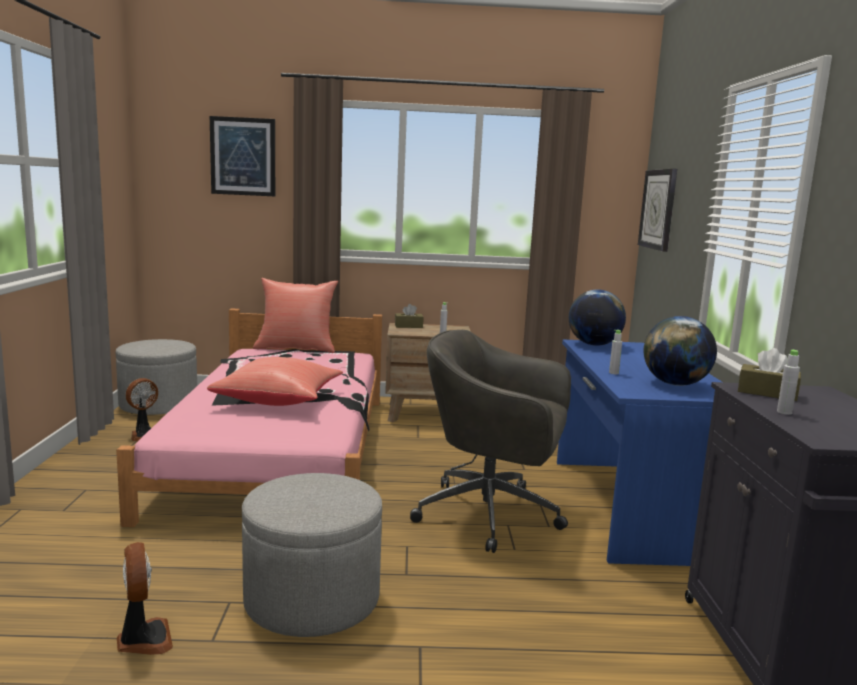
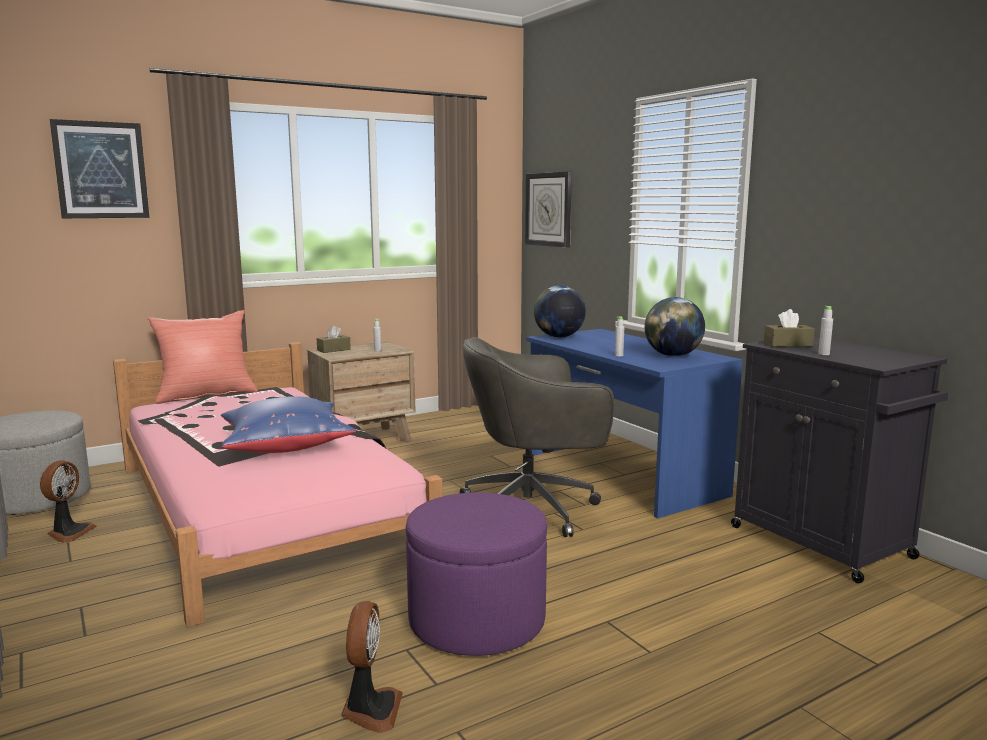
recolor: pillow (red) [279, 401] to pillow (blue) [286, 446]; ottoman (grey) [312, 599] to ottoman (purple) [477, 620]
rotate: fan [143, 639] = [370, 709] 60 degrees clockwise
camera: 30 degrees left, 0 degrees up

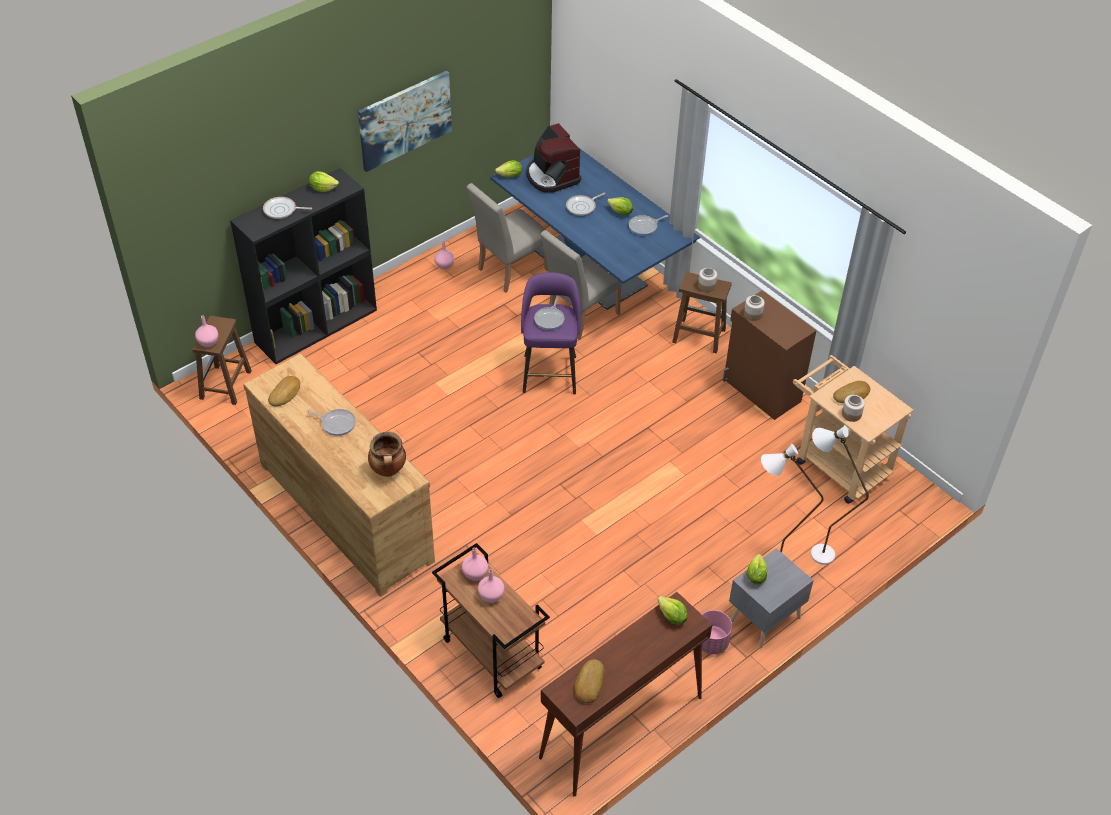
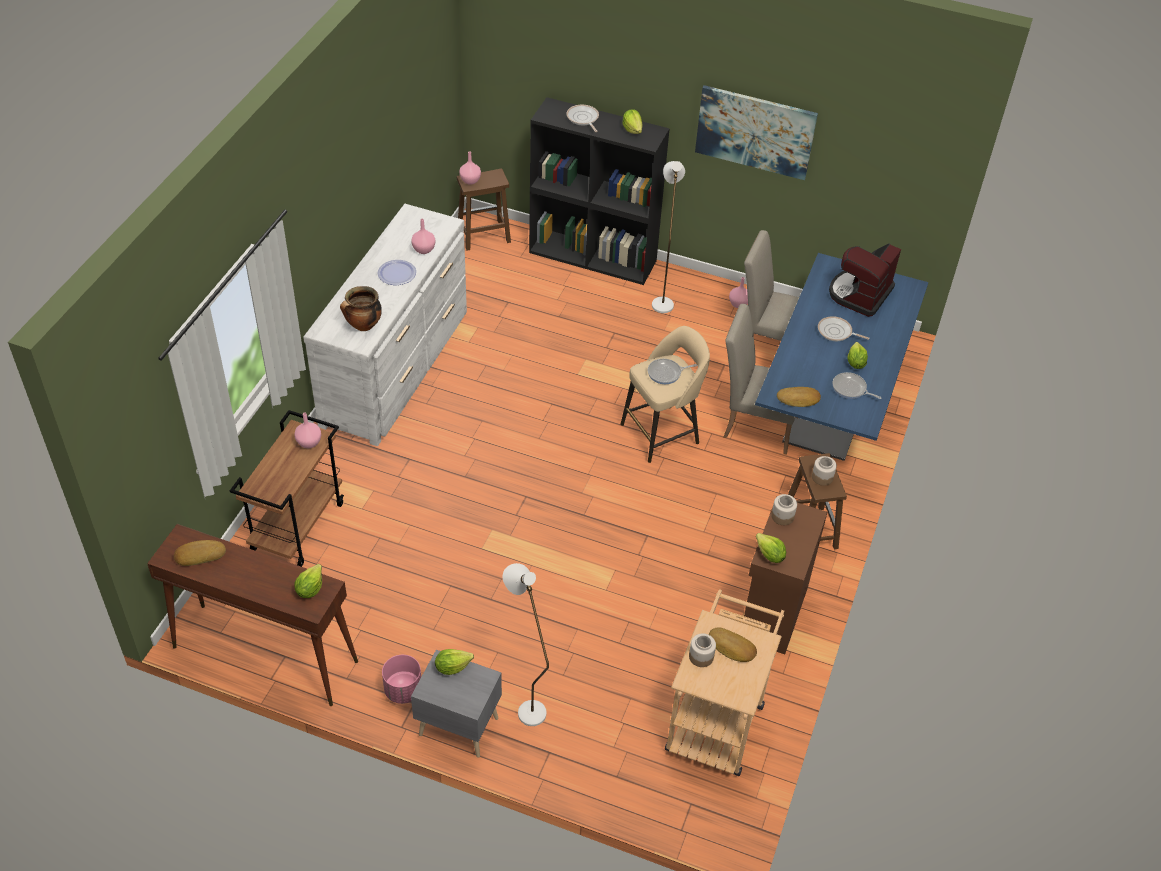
move: bread [285, 393] to [798, 399]; vase (pink) [491, 596] to [423, 250]; lettuce [510, 176] to [769, 555]; floor lamp (white) [813, 551] to [662, 300]
replace: frying pan [337, 423] to plate [397, 273]
recolor: dresser (brown) [346, 511] to dresser (white) [397, 366]; stool (purple) [550, 372] to stool (beige) [662, 433]
camera: 60 degrees right, 0 degrees up

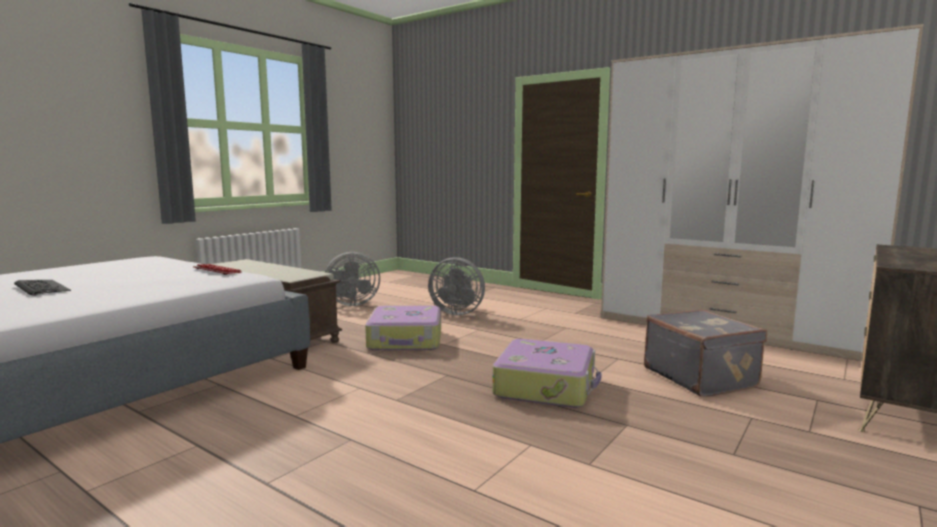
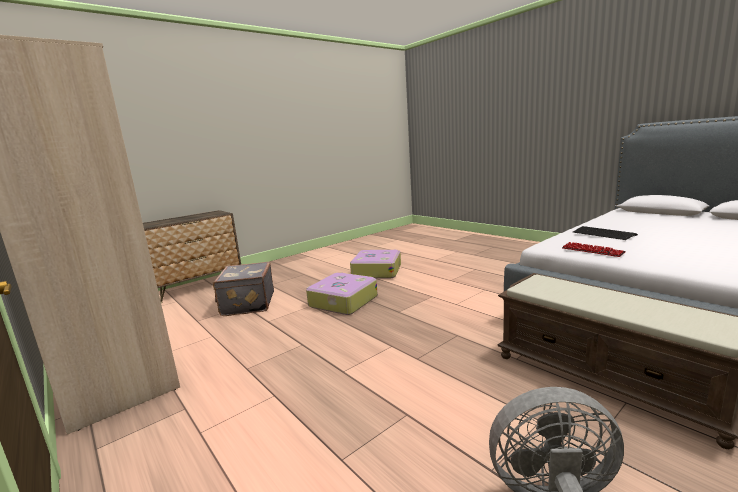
delete: fan (grey) [457, 312]
move: keyboard [41, 288] to [603, 234]; suitcase [406, 340] to [376, 271]
camera: 165 degrees left, 5 degrees up

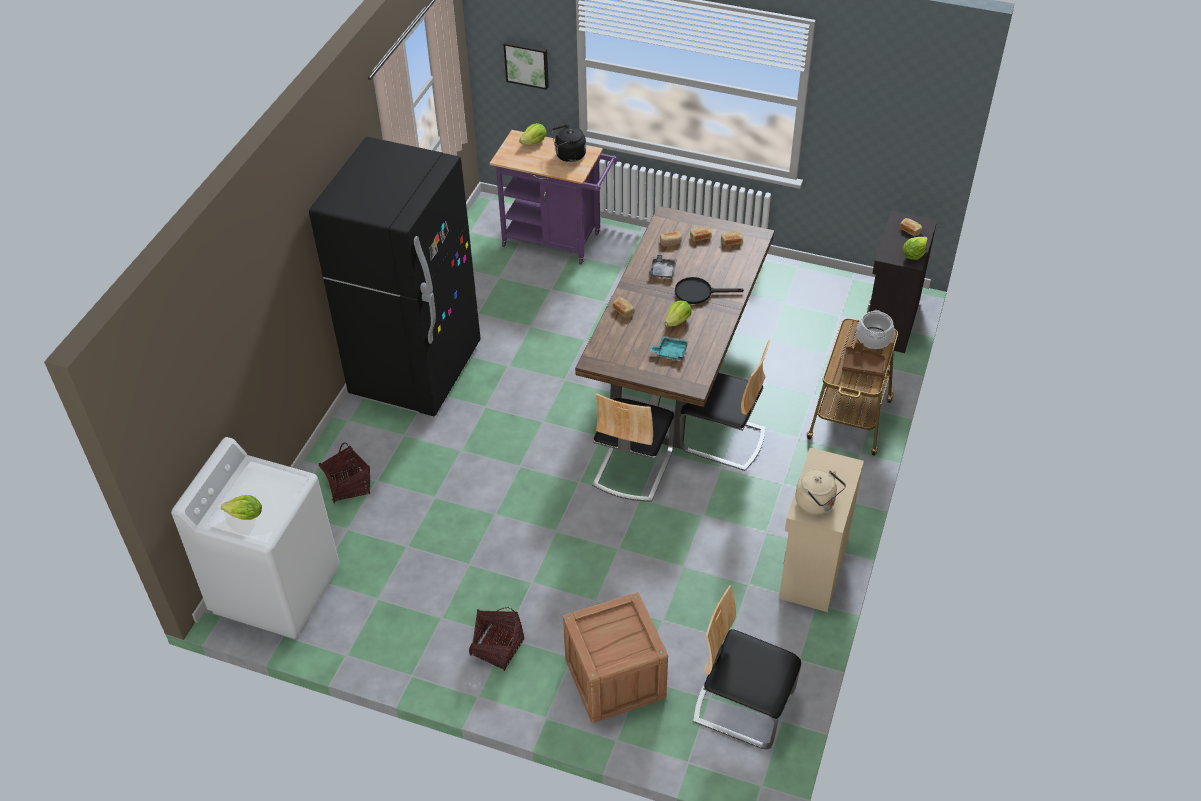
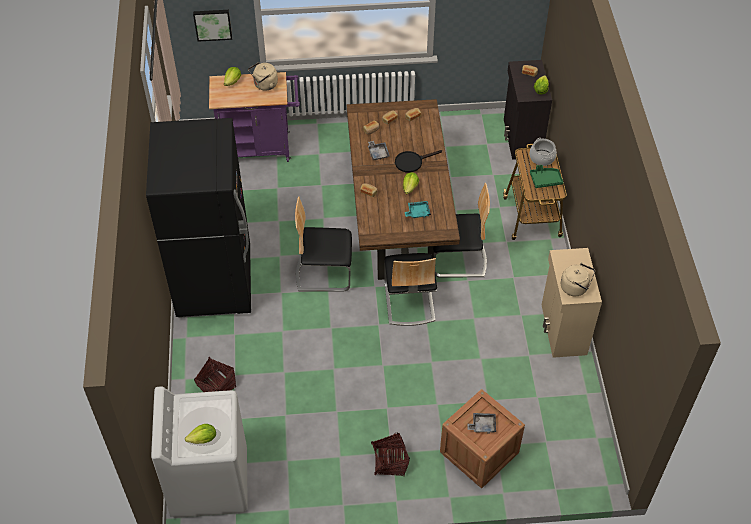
insert: tray (grey) [482, 425]
move: chair [743, 706] to [324, 273]
recolor: kettle (black) [568, 156] to kettle (beige) [264, 85]; tray (brown) [862, 366] to tray (green) [545, 180]
camera: 25 degrees left, 5 degrees up

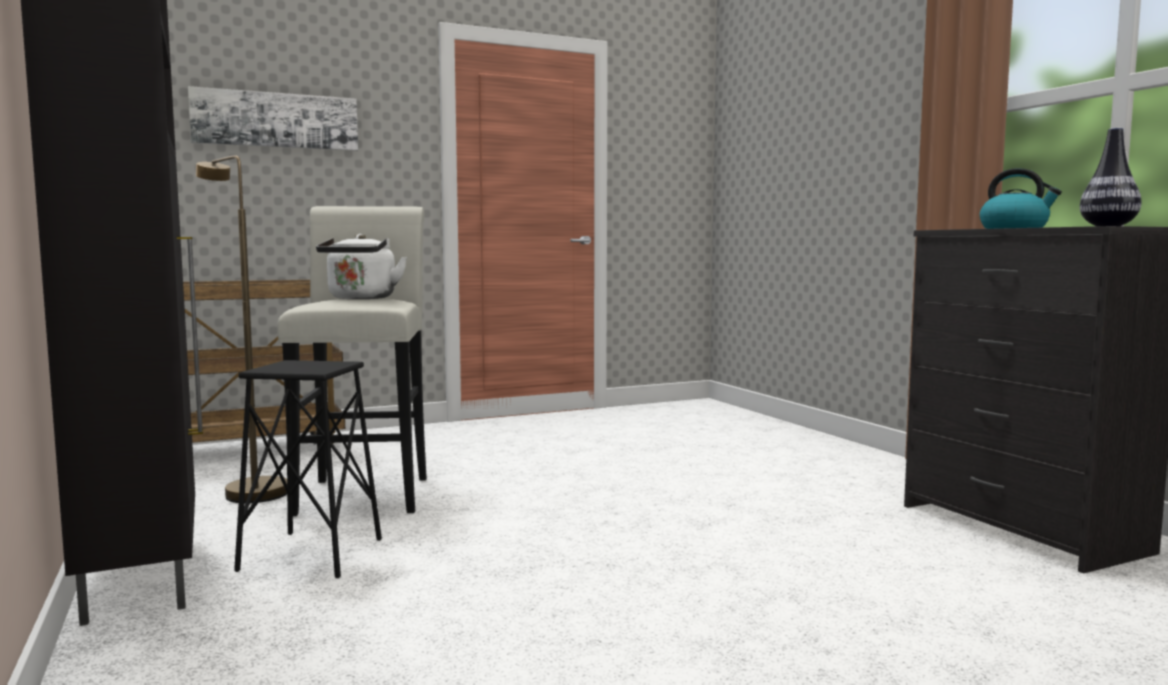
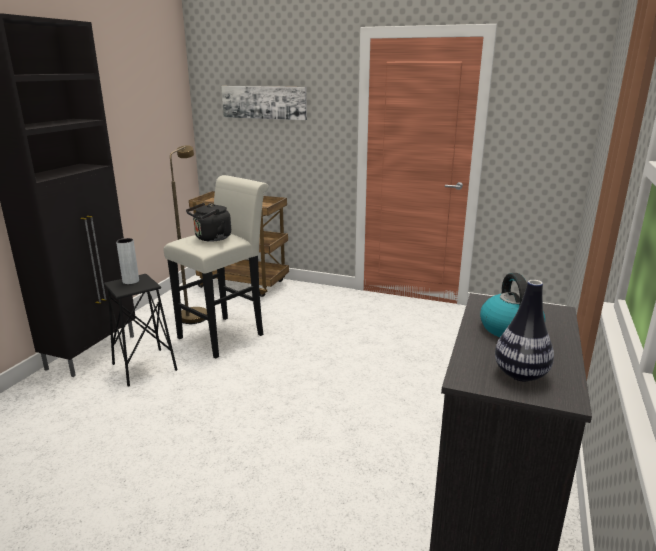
insert: vase (grey) [130, 281]
recolor: kettle (white) [361, 298] to kettle (black) [211, 238]
camera: 45 degrees right, 15 degrees up

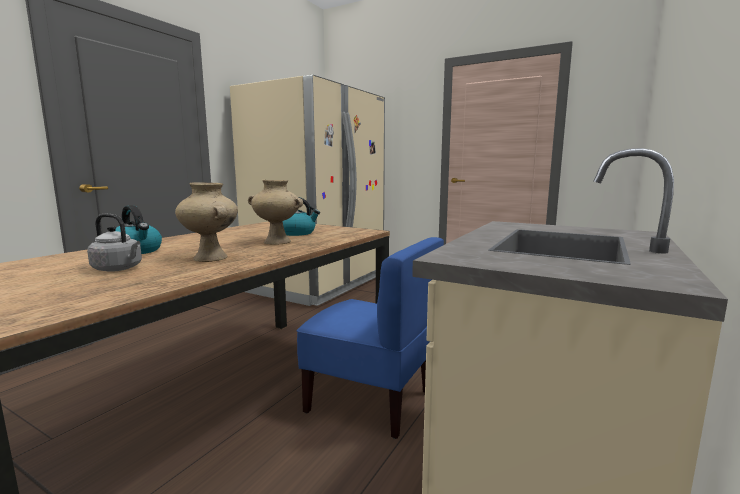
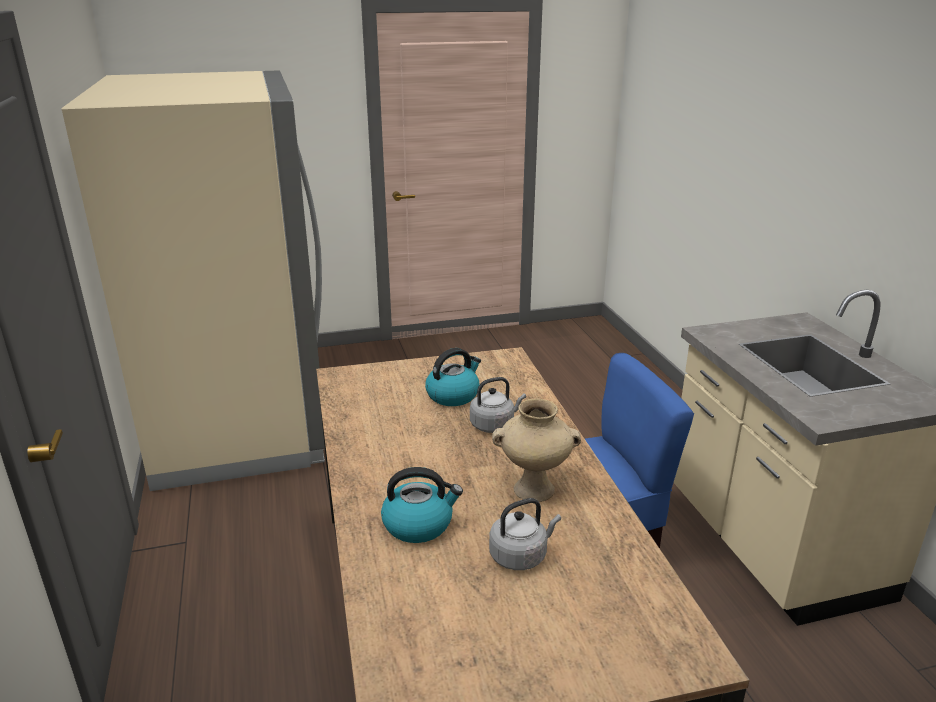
replace: vase (beige) [278, 242] to kettle (grey) [494, 425]
camera: 45 degrees left, 15 degrees up

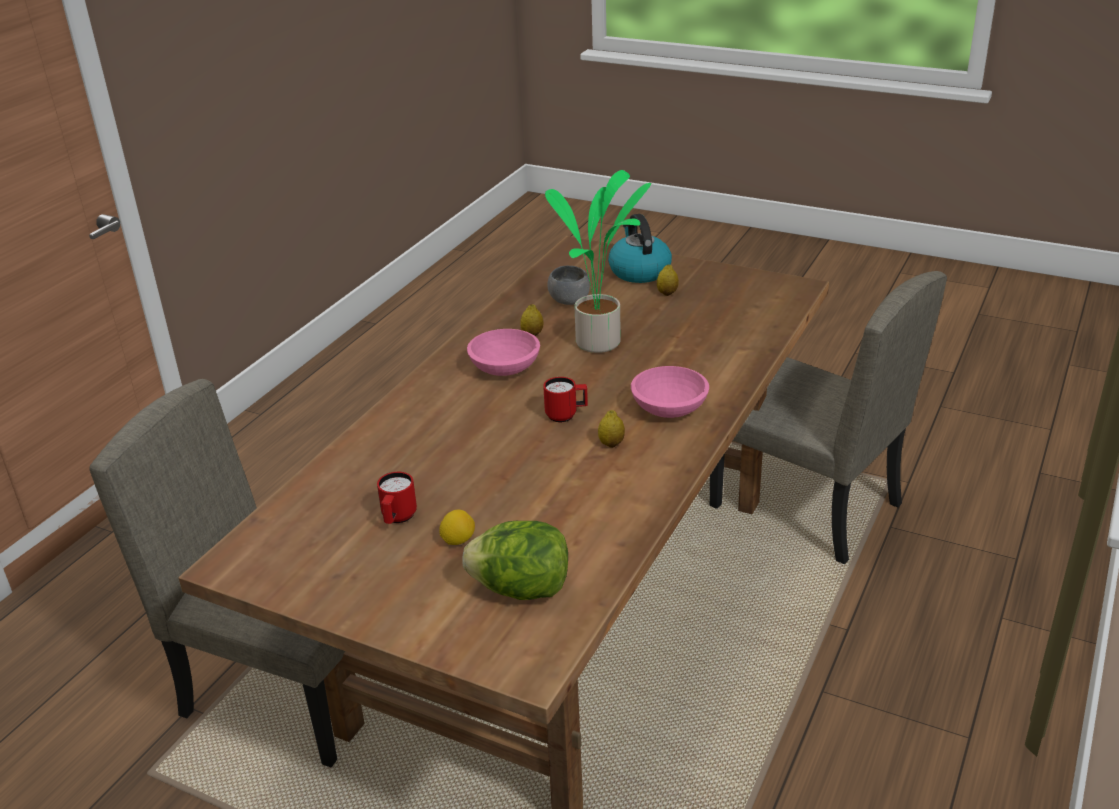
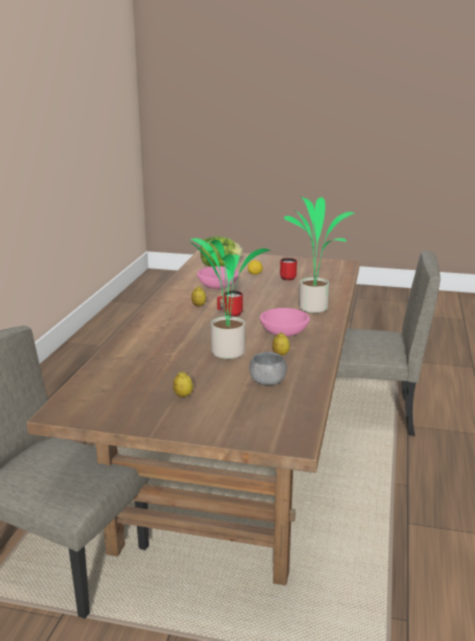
delete: kettle [639, 271]
insert: potted plant [314, 307]
move: bowl (pink) [670, 408] to [217, 287]
camera: 165 degrees right, 10 degrees down

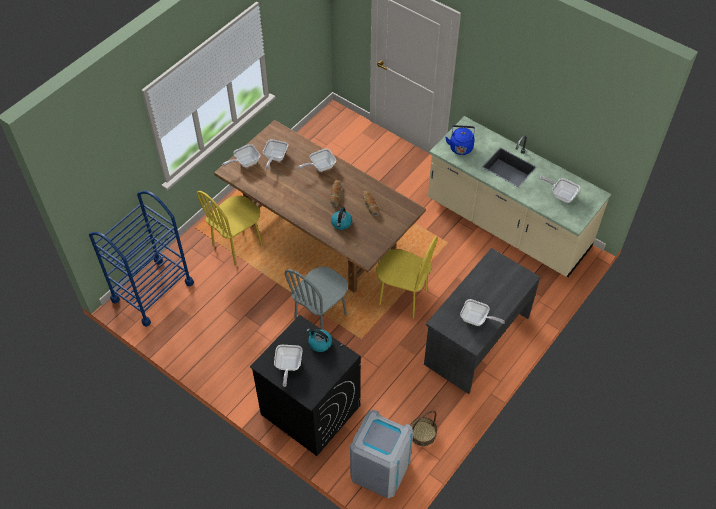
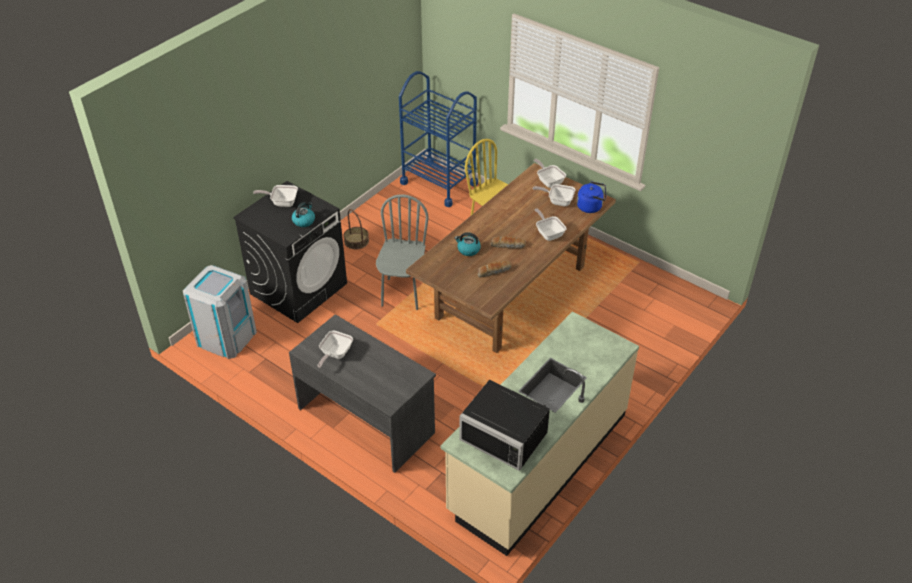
delete: chair (yellow) [403, 298]
move: basket [422, 433] to [356, 241]; kettle (blue) [460, 147] to [591, 207]
replace: frying pan [561, 195] to microwave (black) [507, 434]
rotate: chair (grey) [321, 318] = [403, 294] 60 degrees clockwise
camera: 90 degrees right, 10 degrees down

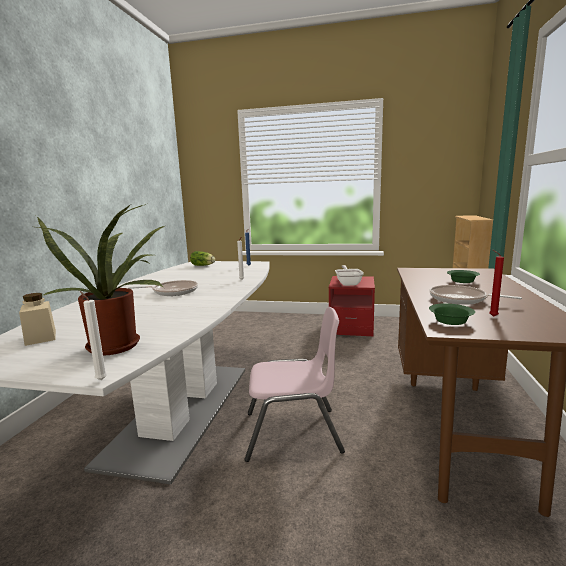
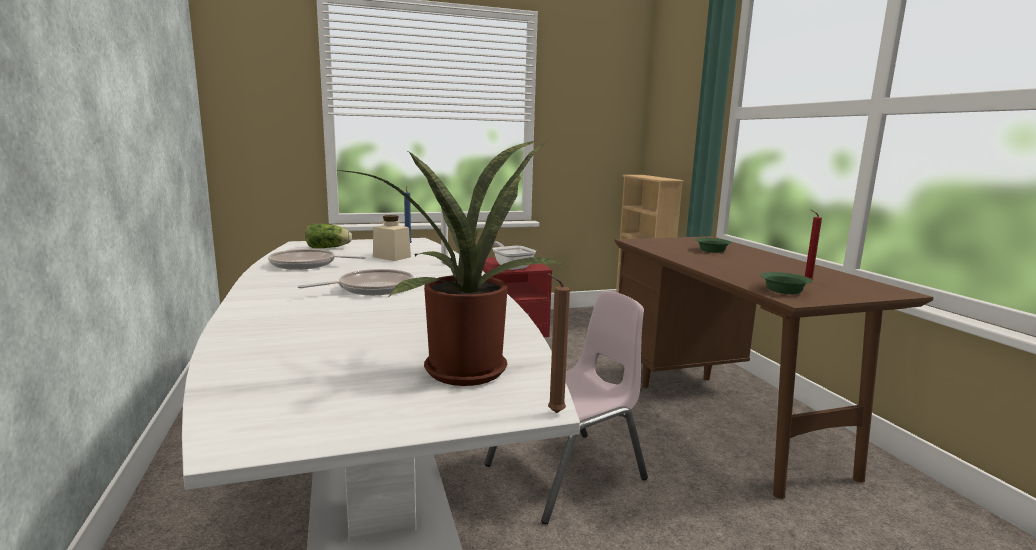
move: jar (beige) [41, 337] to [391, 257]; frying pan [461, 299] to [307, 264]
recolor: candle (white) [100, 379] to candle (brown) [553, 413]
camera: 30 degrees left, 0 degrees up

